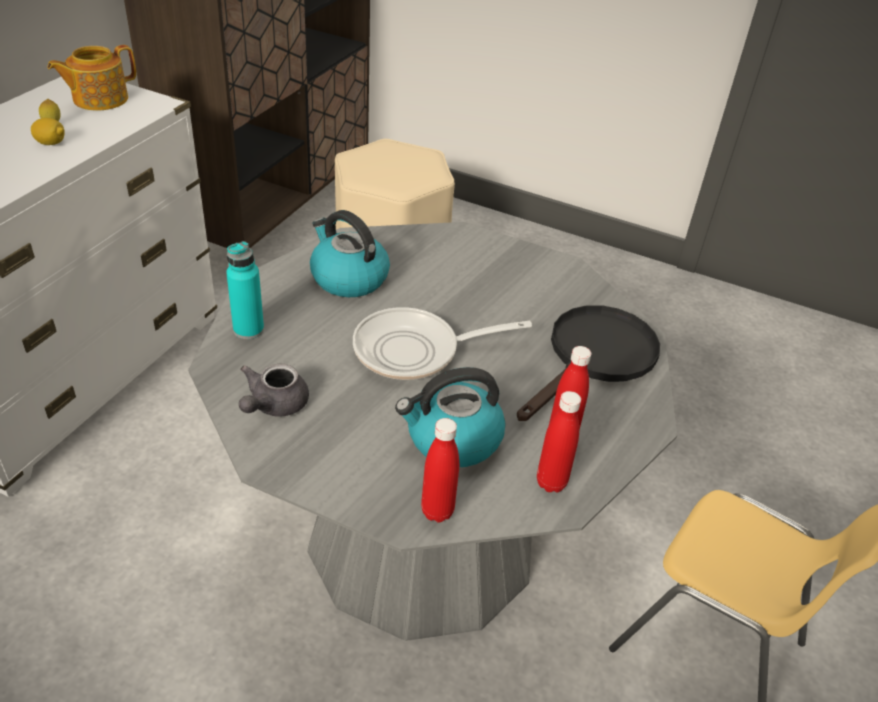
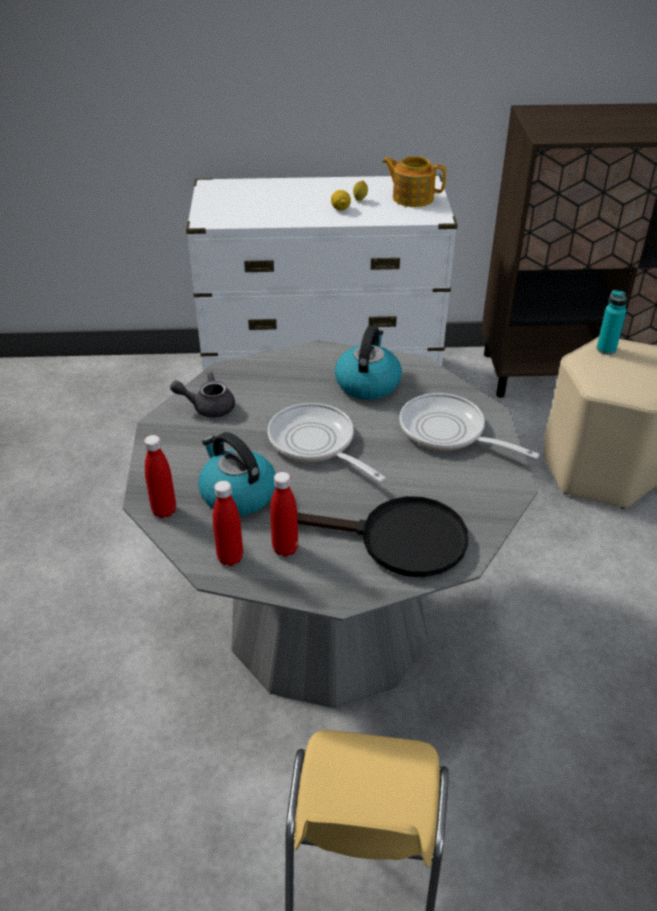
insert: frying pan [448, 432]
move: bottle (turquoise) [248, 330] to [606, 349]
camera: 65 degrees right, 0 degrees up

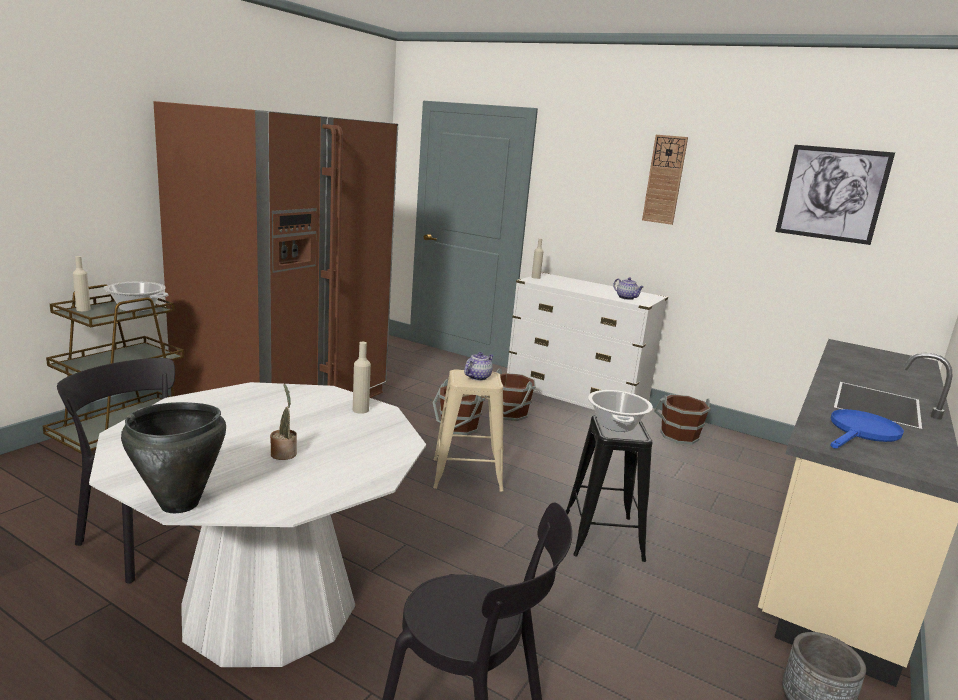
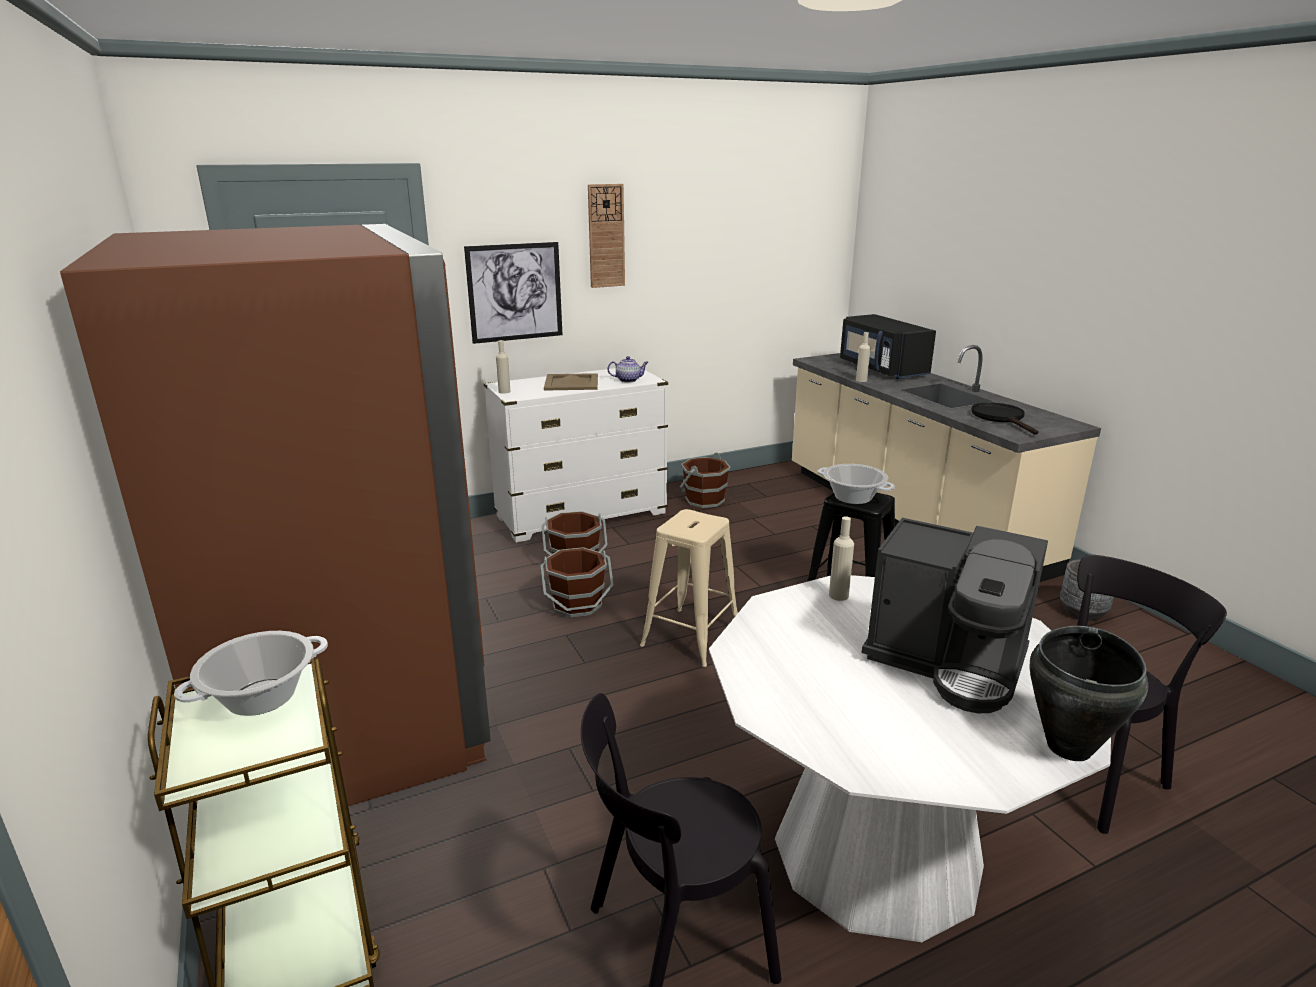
delete: teapot [478, 377]
insert: tray (beige) [571, 382]; microwave (black) [881, 369]
move: bottle (beige) [83, 309] to [861, 380]; picture [832, 194] to [515, 292]
replace: potted plant [284, 453] to coffee machine [947, 662]
recolor: frying pan (blue) [861, 432] to frying pan (black) [1001, 418]
camera: 55 degrees left, 5 degrees up

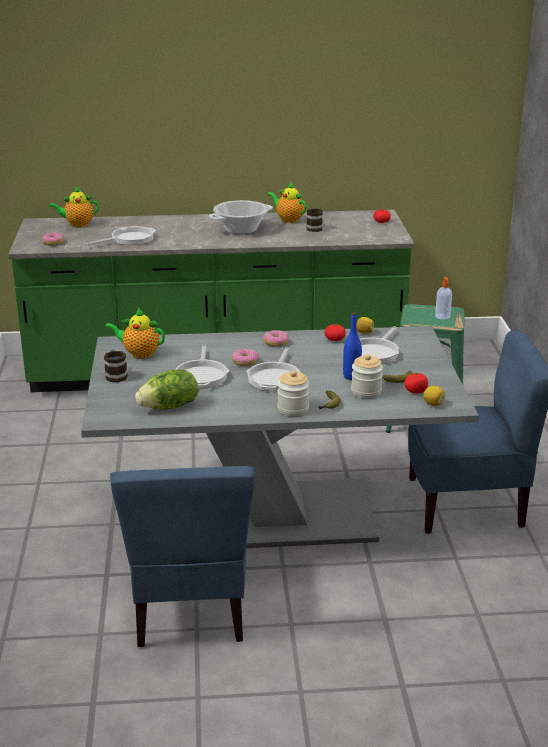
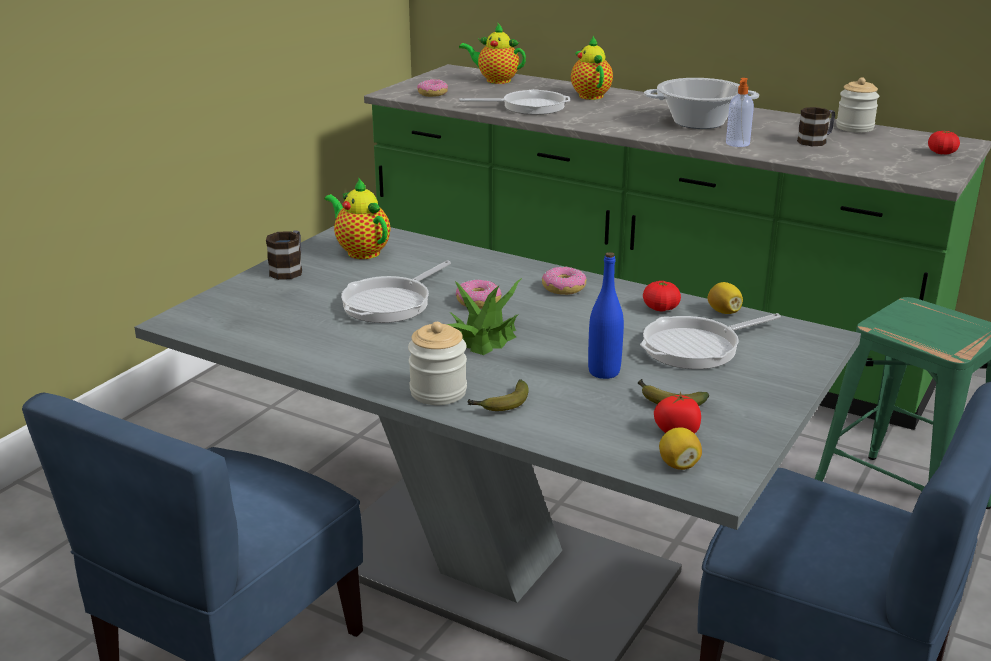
delete: lettuce [170, 407]
move: teapot [288, 219] to [590, 95]; jar [366, 391] to [854, 127]; soap dispenser [442, 317] to [737, 144]
replace: frying pan [275, 378] to potted plant [484, 337]
camera: 35 degrees right, 0 degrees up

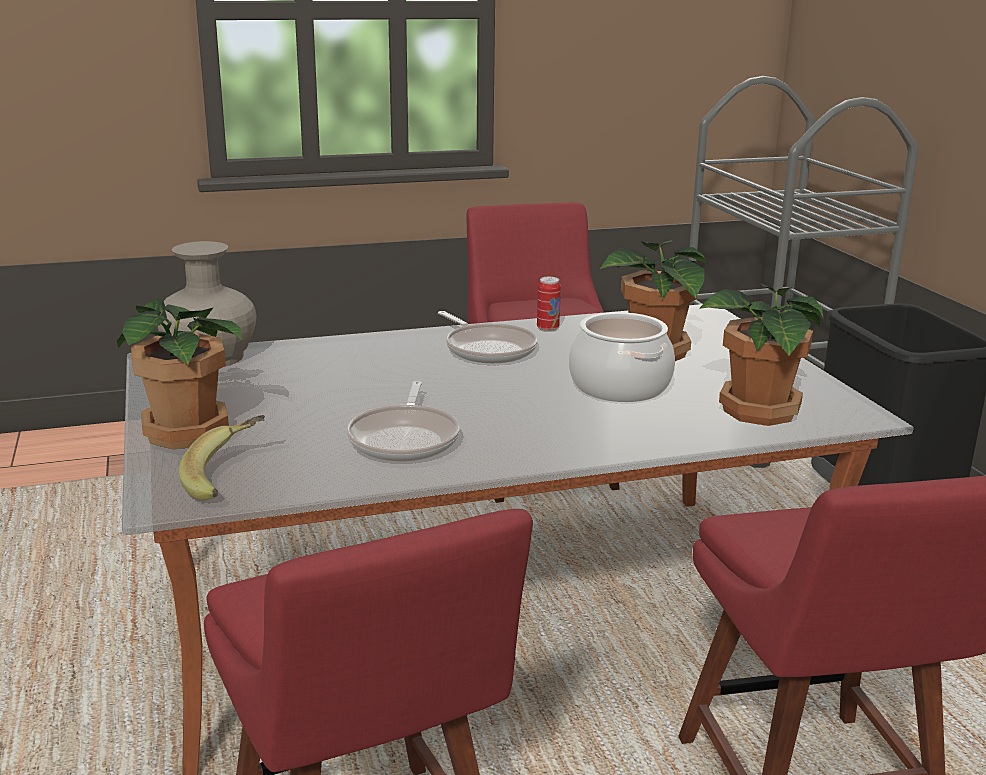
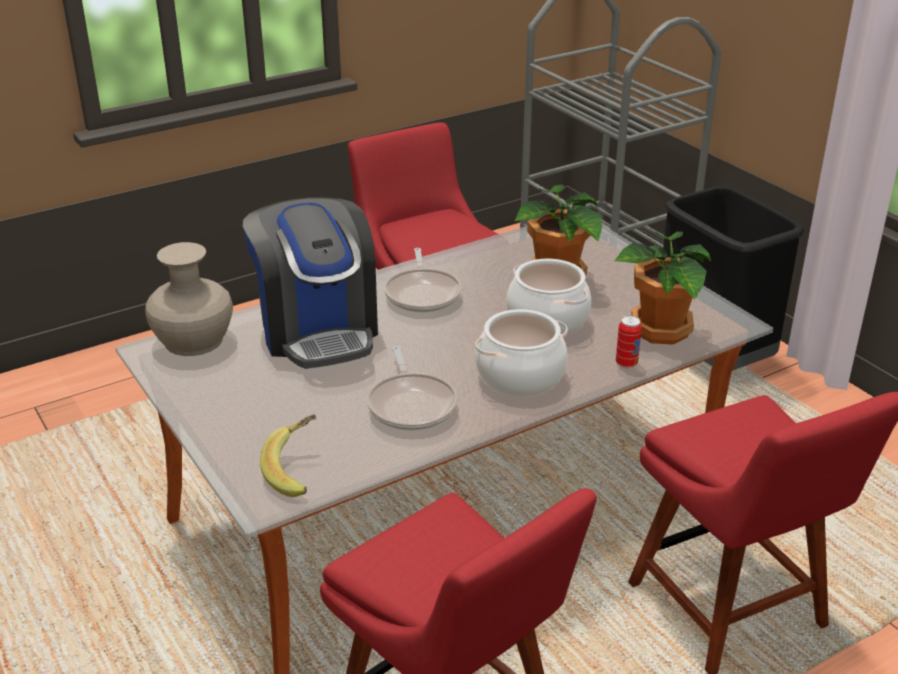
delete: potted plant [189, 432]
insert: coffee machine [318, 330]; cooking pot [520, 376]
move: can [547, 328] to [626, 363]
rotate: frying pan [488, 349] = [423, 294] 45 degrees clockwise
camera: 15 degrees left, 10 degrees up

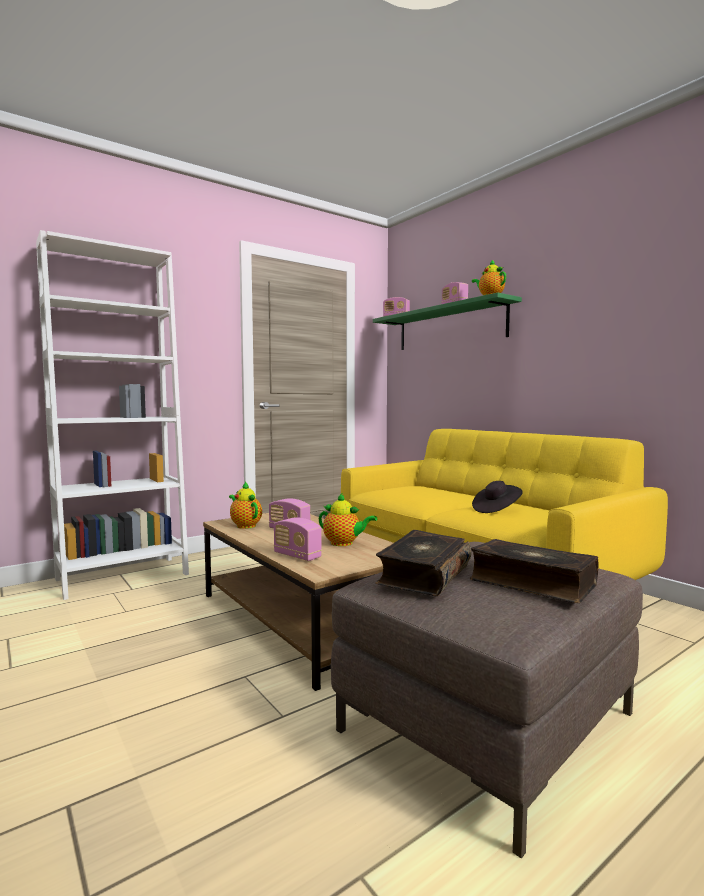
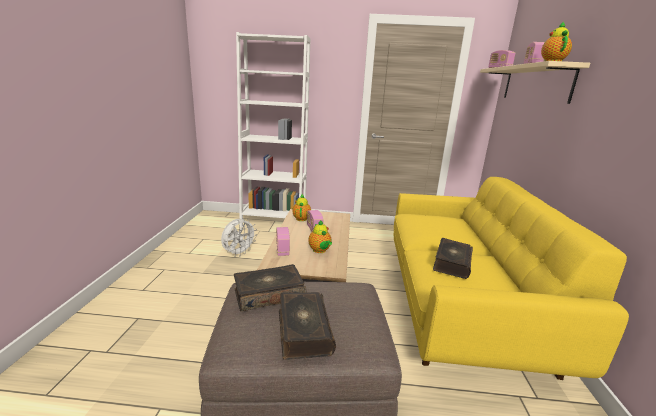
insert: fan (white) [239, 253]
replace: hat (black) [496, 510] to book [451, 263]
recolor: shelf (green) [449, 327] to shelf (beige) [535, 84]
camera: 40 degrees right, 15 degrees up

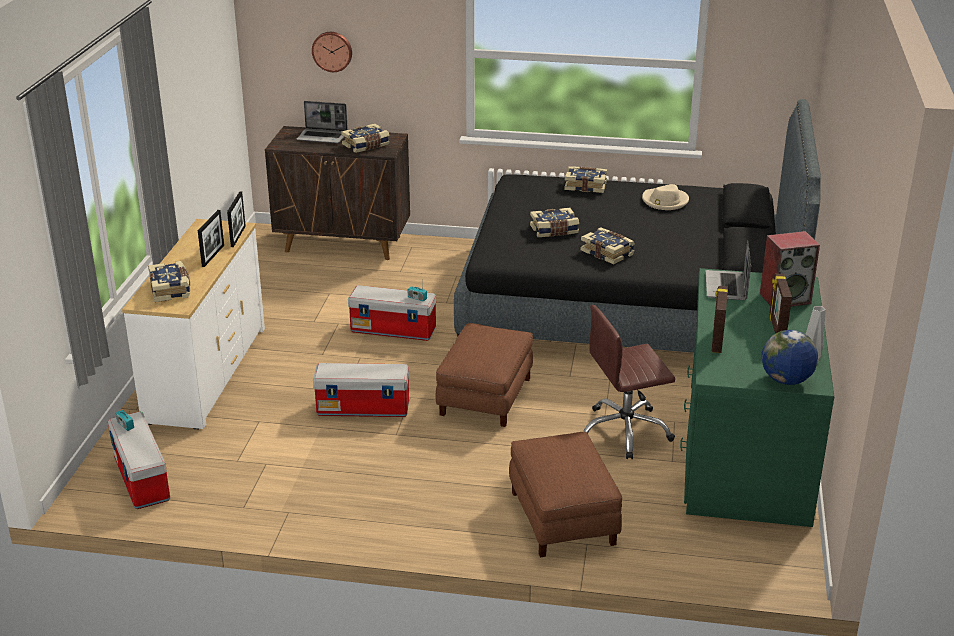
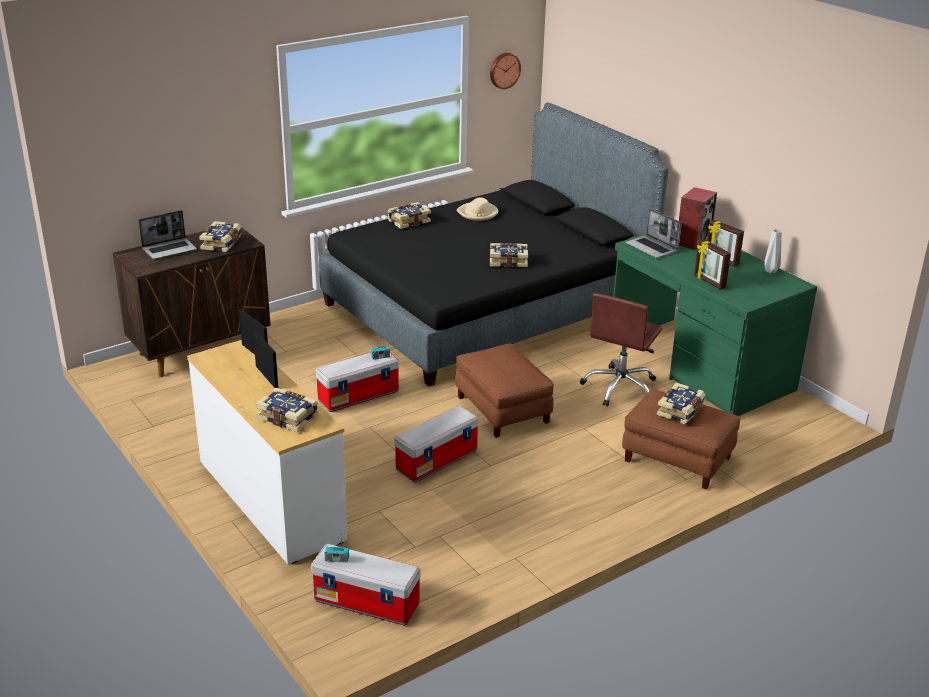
delete: globe [786, 380]
move: wall clock [332, 51] to [504, 70]; book [554, 230] to [681, 411]
camera: 45 degrees left, 0 degrees up

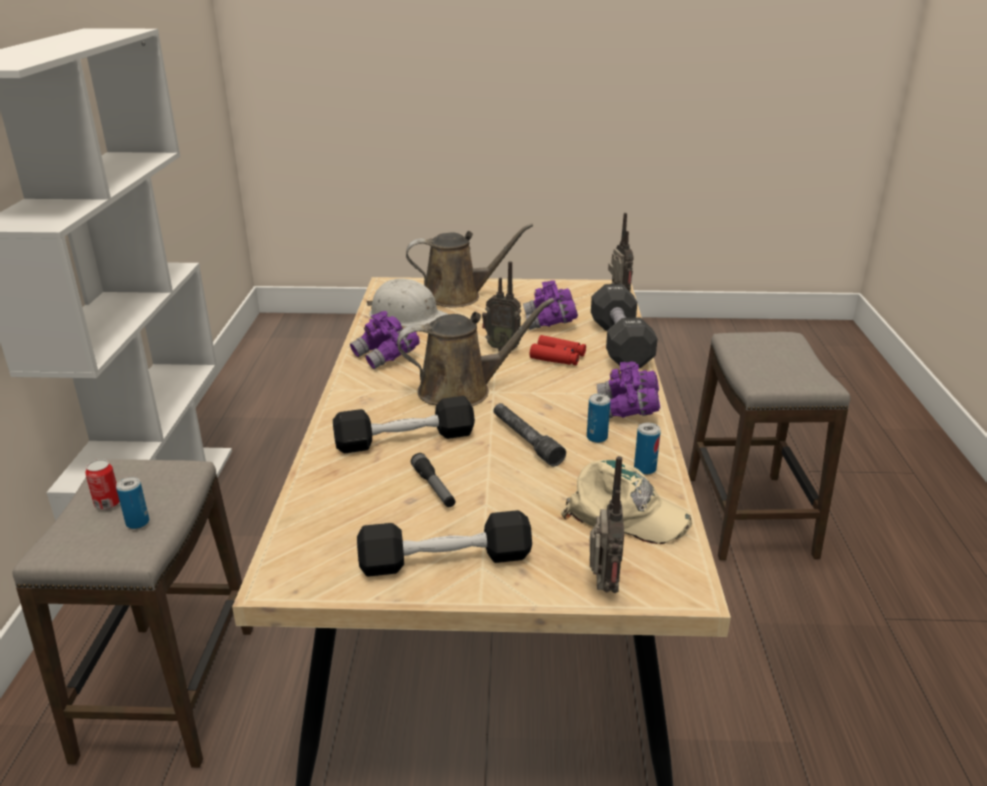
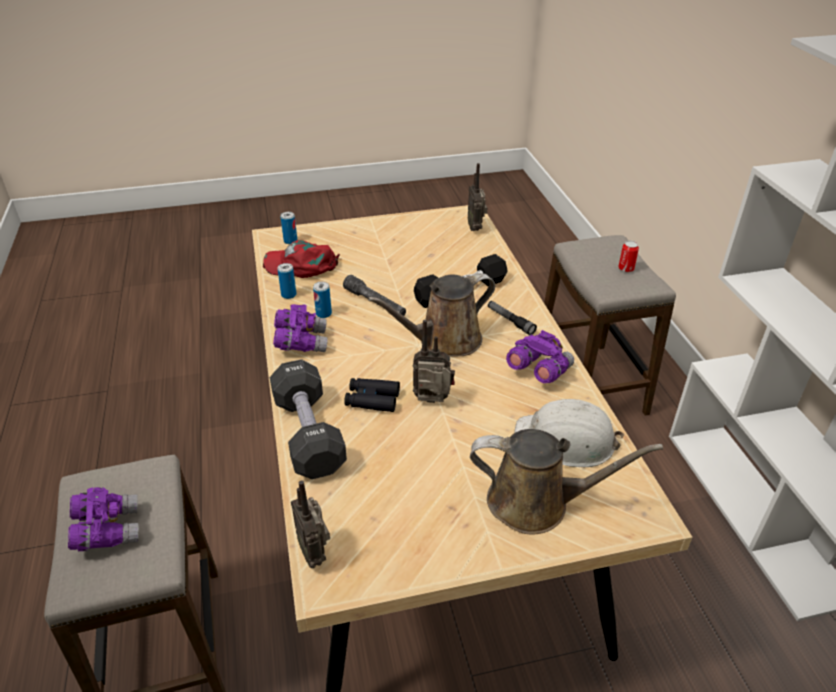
delete: dumbbell (black) [445, 560]
move: can [137, 522] to [290, 241]; flashlight [434, 487] to [510, 321]; binoculars (purple) [550, 322] to [108, 530]; radio [602, 587] to [476, 228]
recolor: binoculars (red) [558, 357] to binoculars (black) [372, 399]; cap (beige) [625, 514] to cap (red) [301, 265]
rotate: watering can (brown) [458, 296] = [536, 503] 150 degrees counterclockwise
camera: 165 degrees right, 10 degrees up

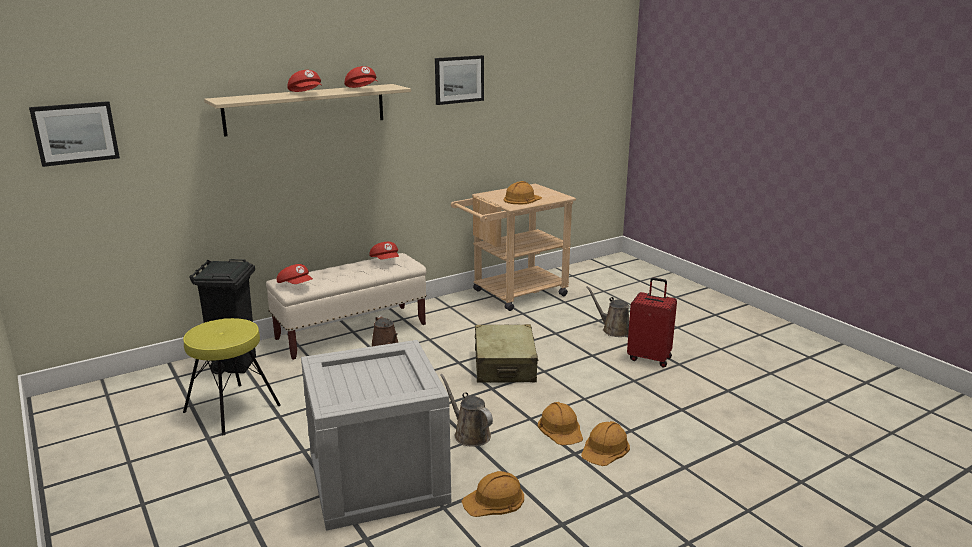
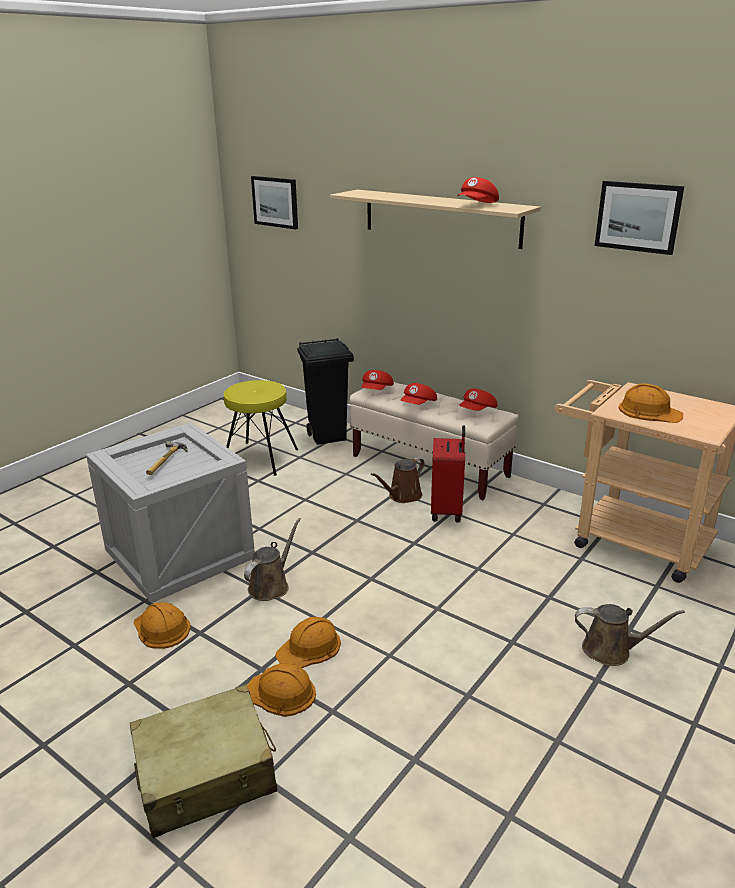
insert: hammer [168, 461]
move: cap (red) [307, 93] to [418, 405]; suitcase (beige) [504, 365] to [206, 774]; suitcase (red) [649, 358] to [447, 511]
rotate: watering can (brown) [614, 330] = [611, 650] 75 degrees clockwise
camera: 70 degrees right, 5 degrees up

